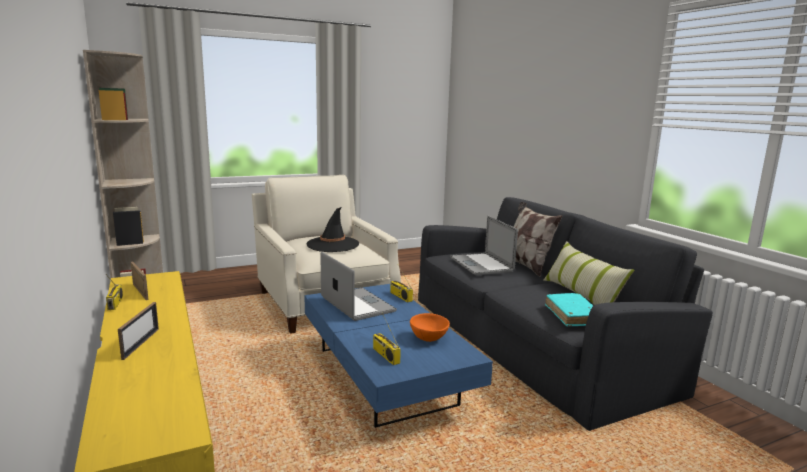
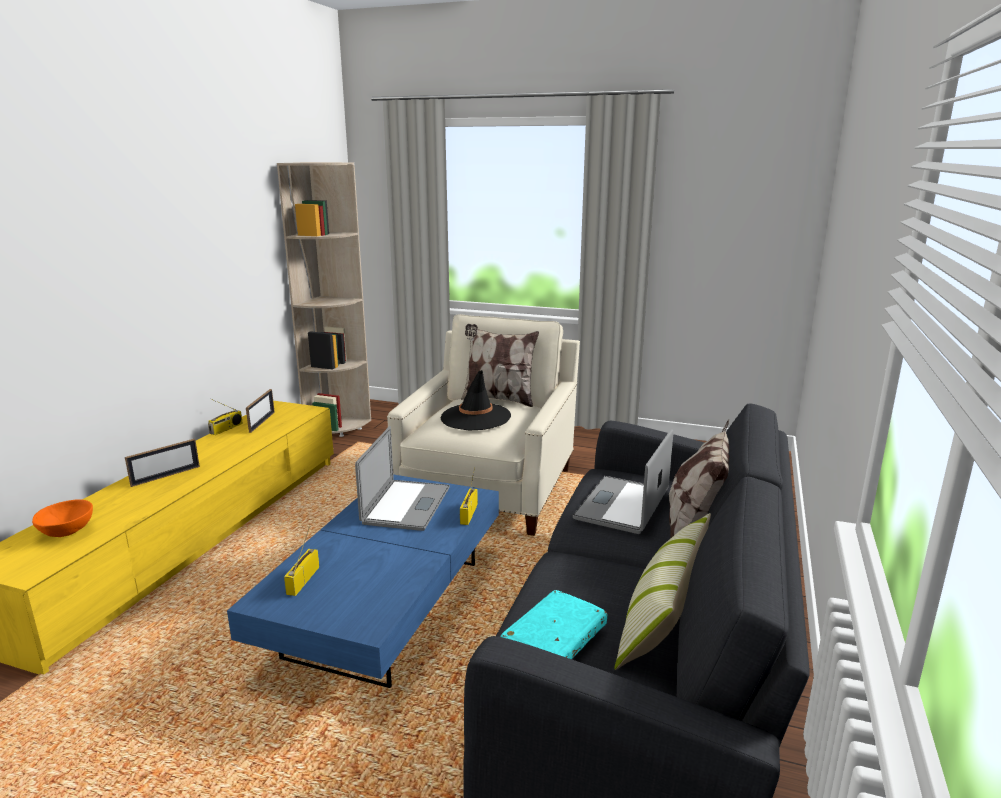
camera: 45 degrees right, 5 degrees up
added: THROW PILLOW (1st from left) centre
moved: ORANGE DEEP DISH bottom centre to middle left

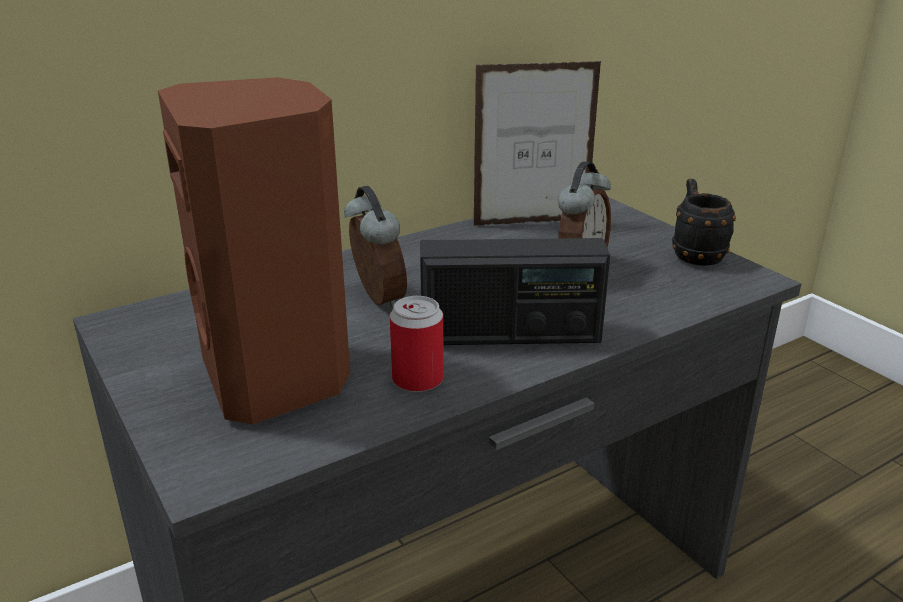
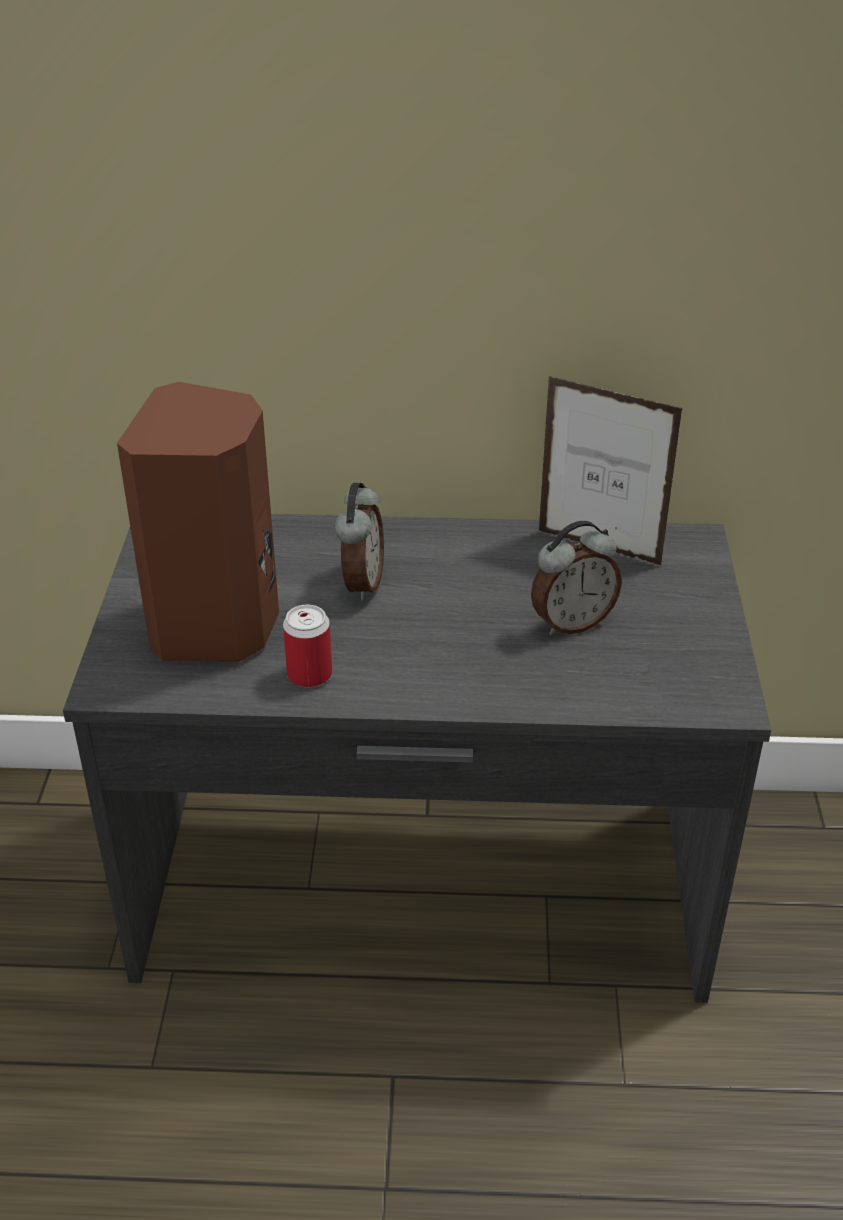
camera: 35 degrees right, 10 degrees up
removed: BLACK-COLOURED TEA MUG middle right; RADIO centre

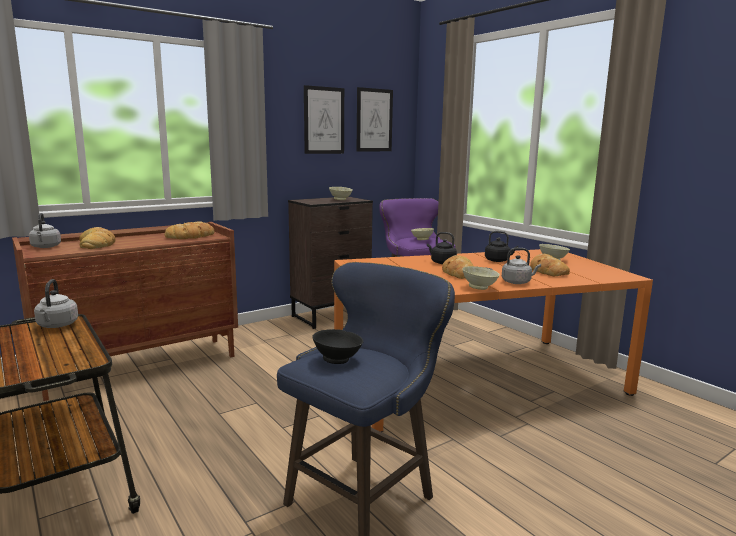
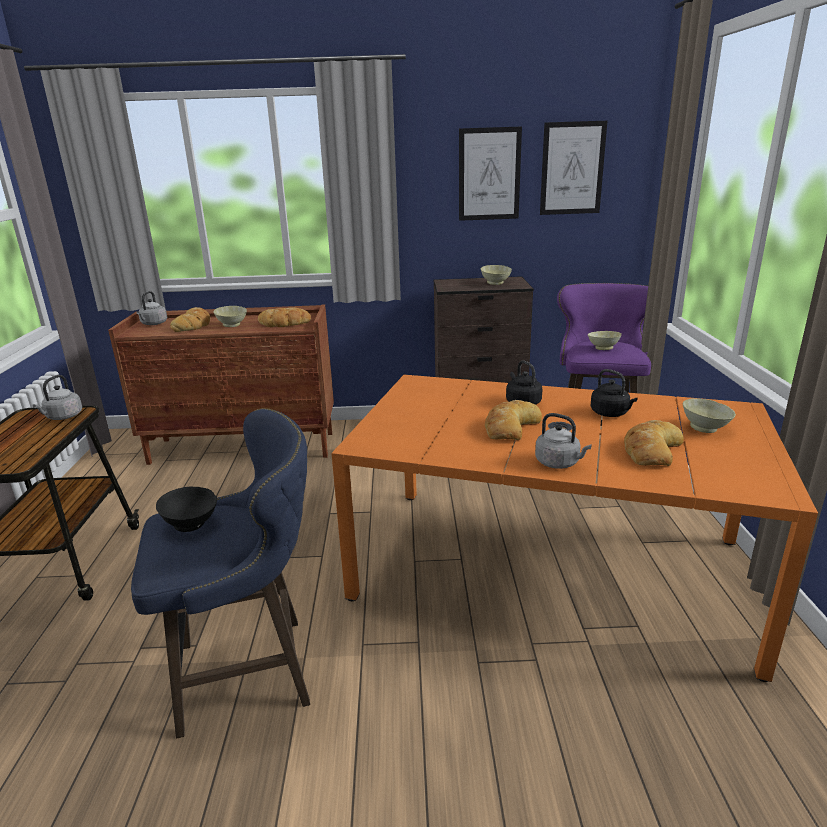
camera: 35 degrees right, 10 degrees up
moved: BEIGE-COLOURED DEEP DISH (3rd from left in the first image) centre to BEIGE-COLOURED DEEP DISH (1st from left) middle left

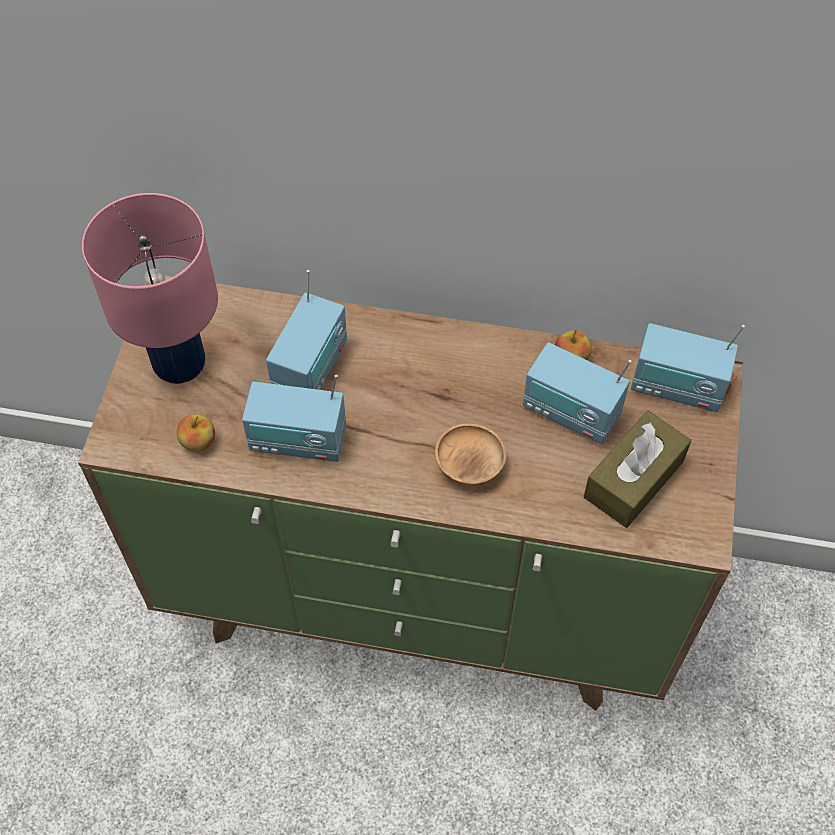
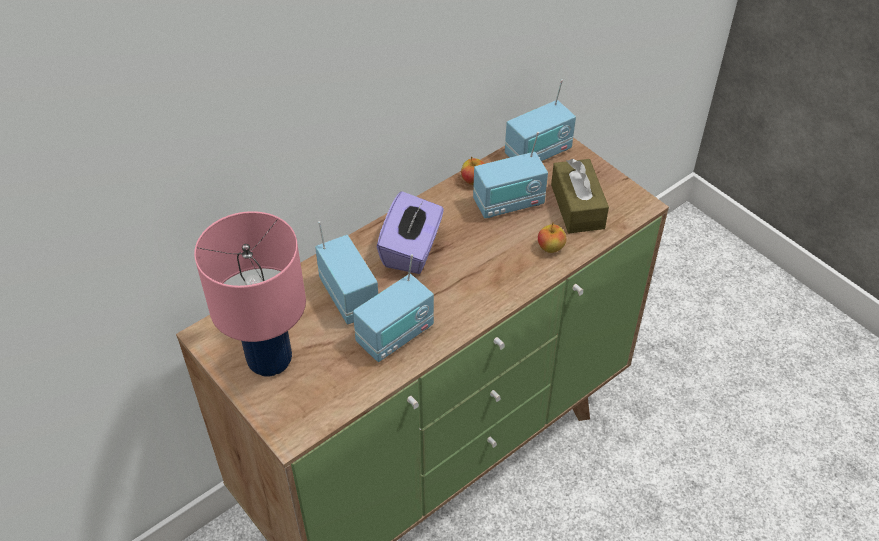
camera: 50 degrees left, 10 degrees down
removed: BROWN DEEP DISH centre
added: PURPLE-COLOURED BOX OF TISSUES centre
moved: WHOLE APPLE (1st from left in the first image) middle left to WHOLE APPLE (2nd from left) centre

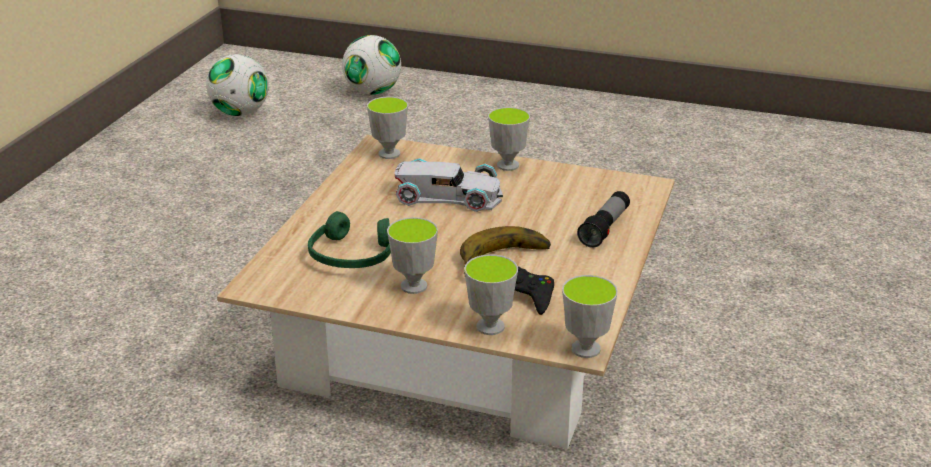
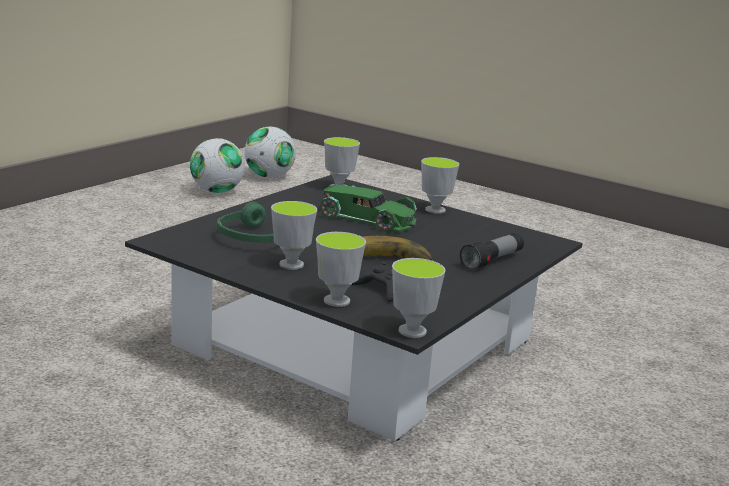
camera: 15 degrees right, 10 degrees down
moved: BALL FOR FOOTBALL (2nd from left in the first image) top centre to BALL FOR FOOTBALL (1st from left) middle left
recoloured: BEIGE-COLOURED LOW TABLE centre to BLACK-COLOURED LOW TABLE centre; WHITE MODEL CAR centre to GREENISH MODEL CAR centre

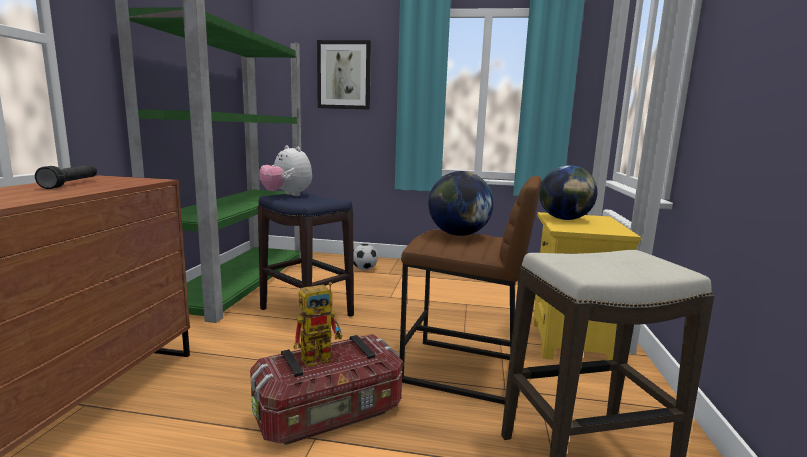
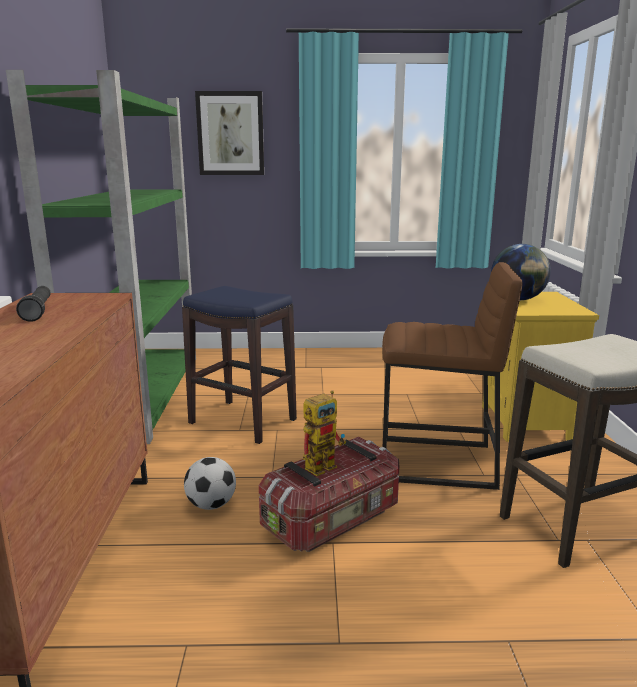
camera: 10 degrees left, 5 degrees up
removed: SOFT TOY centre; DESK GLOBE (1st from left) centre
moved: BALL FOR FOOTBALL centre to bottom left

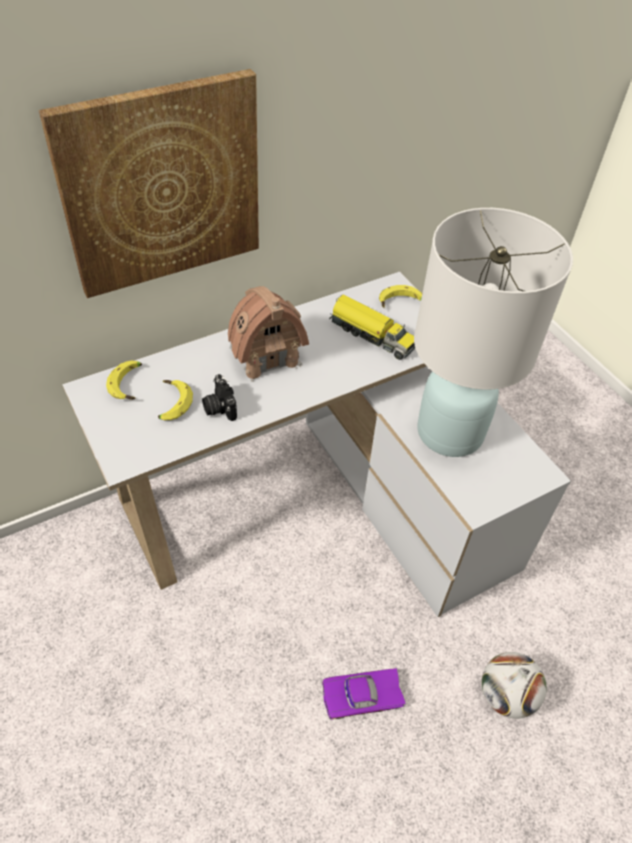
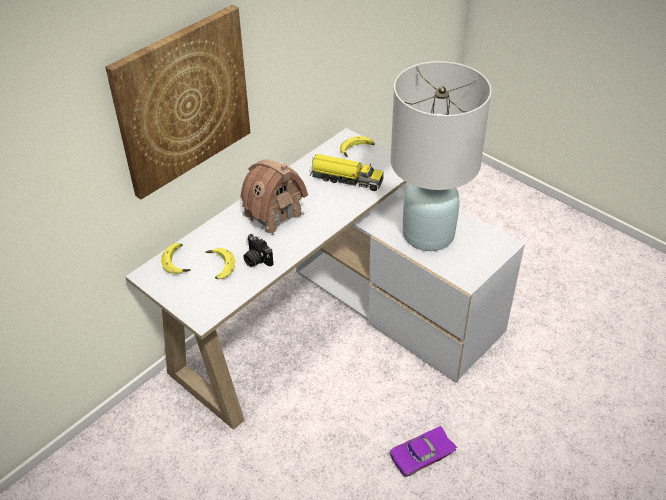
camera: 15 degrees left, 5 degrees down
removed: BALL FOR FOOTBALL bottom right

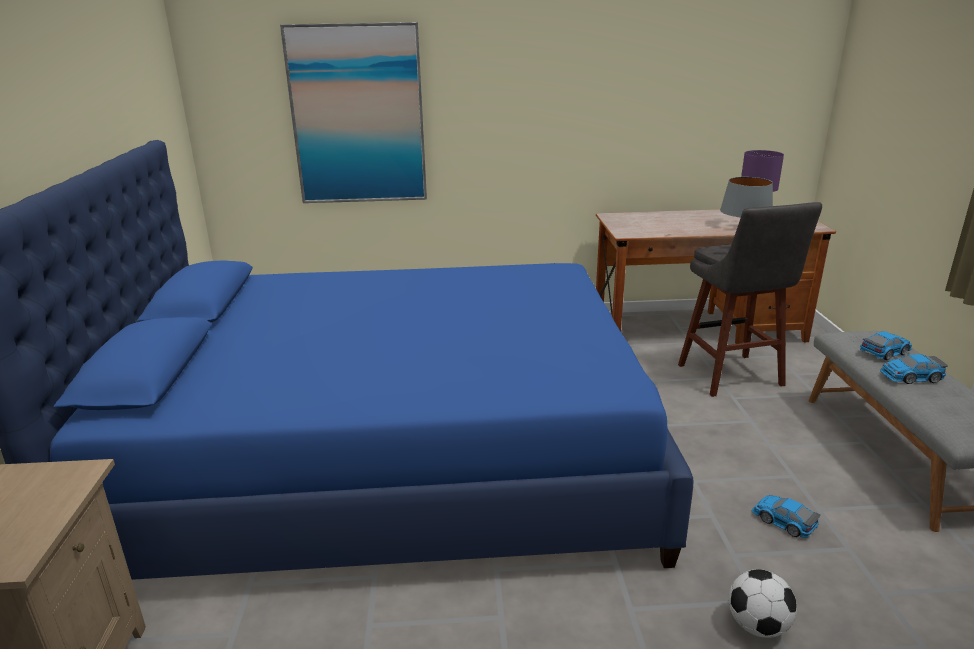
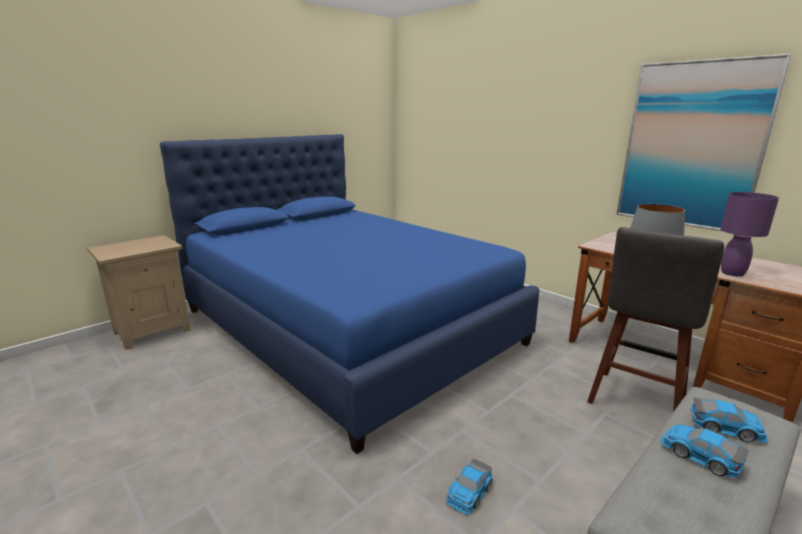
camera: 50 degrees right, 5 degrees down
removed: BALL FOR FOOTBALL bottom right
moved: PICTURE top centre to top right
turned: MODEL CAR (1st from left) bottom right = bottom centre 150 degrees counterclockwise

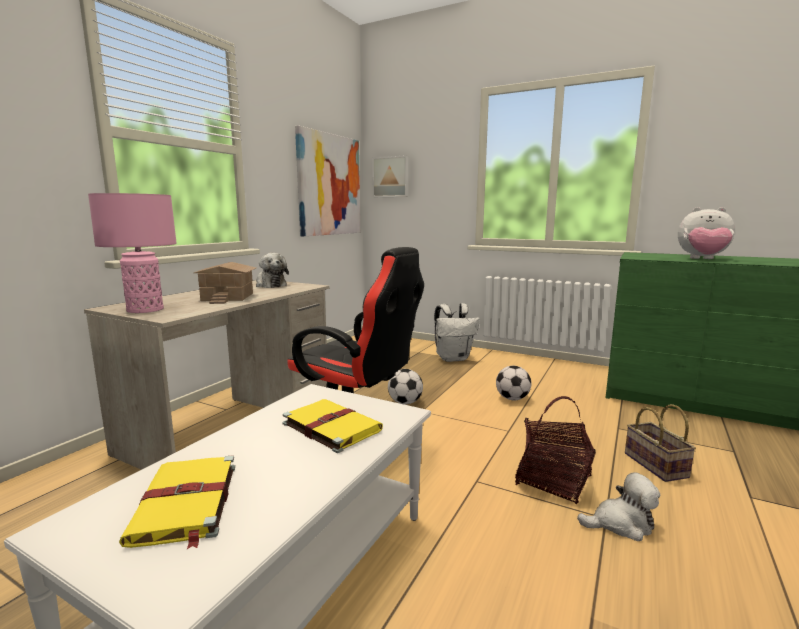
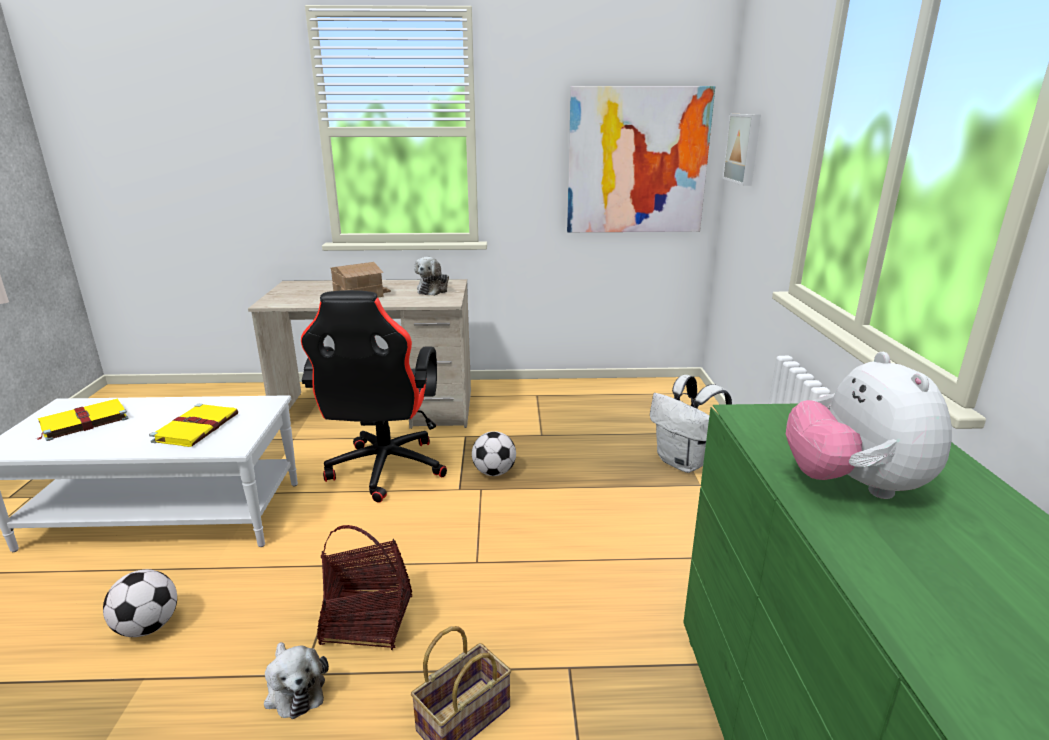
camera: 60 degrees right, 10 degrees up
removed: PINK-COLOURED TABLE LAMP middle left
moved: BALL FOR FOOTBALL (2nd from left in the first image) centre to BALL FOR FOOTBALL (1st from left) bottom left

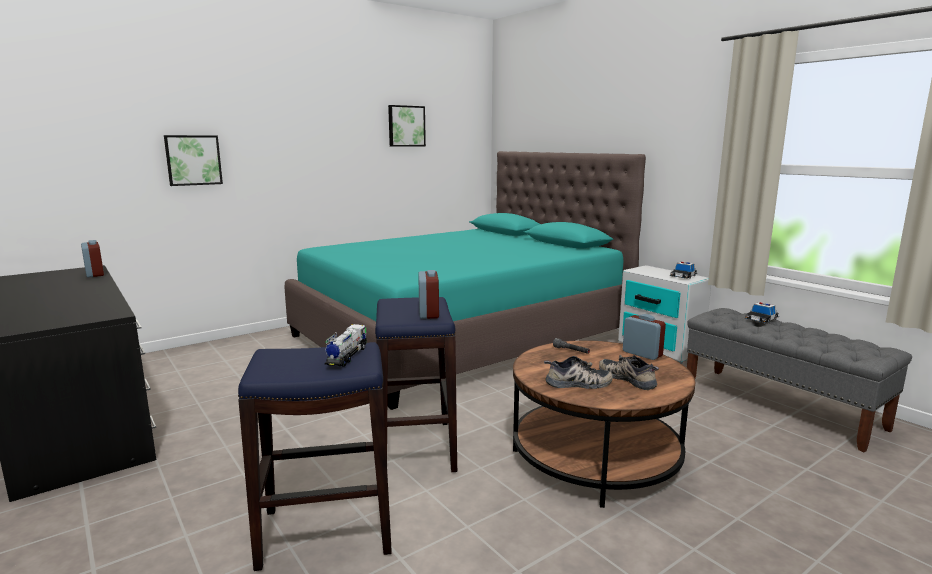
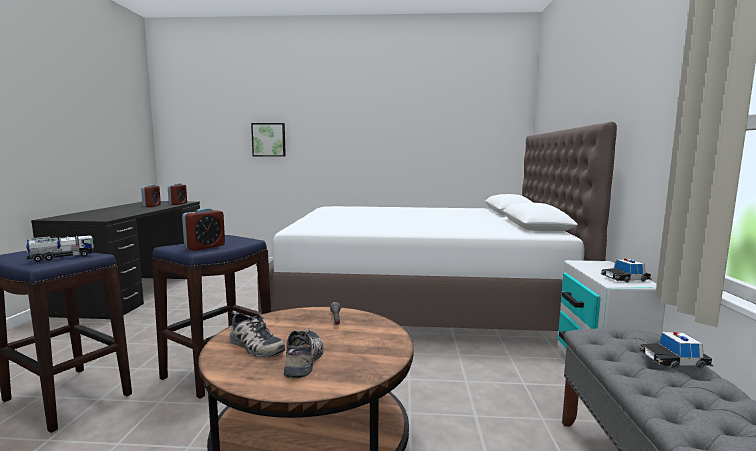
camera: 40 degrees right, 5 degrees down
removed: PICTURE (2nd from left) top centre
moved: TABLE CLOCK (3rd from left in the first image) middle right to TABLE CLOCK (1st from left) middle left
recoloured: TURQUOISE BED centre to WHITE BED centre

